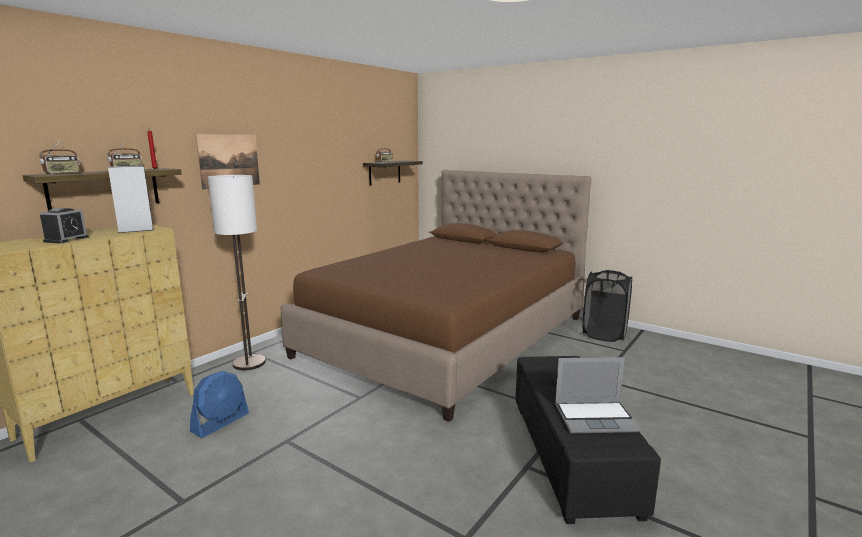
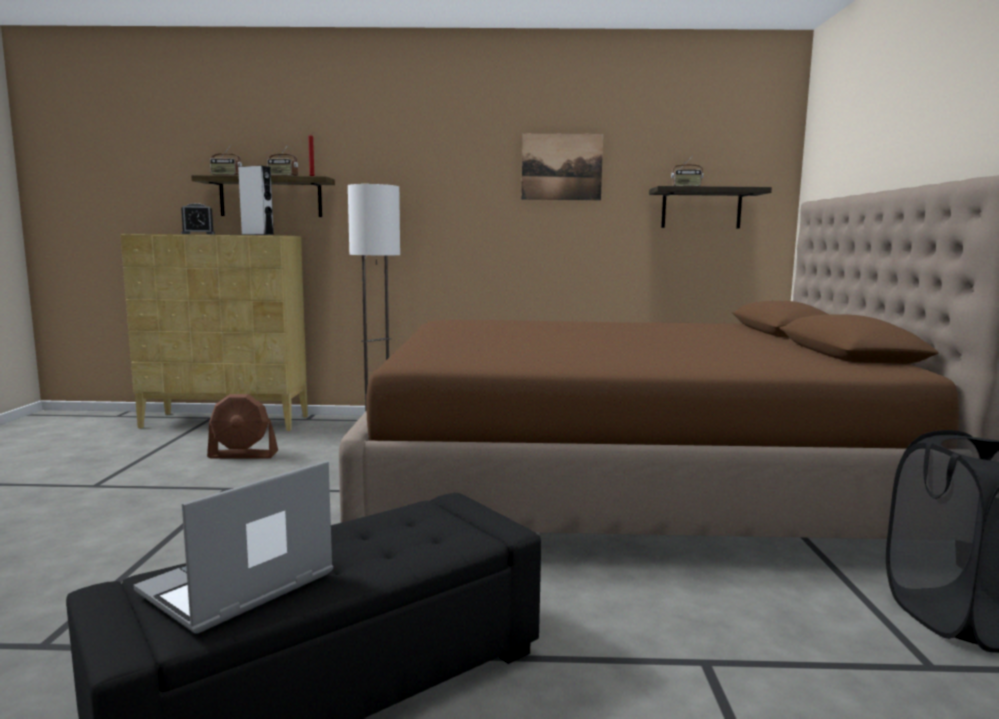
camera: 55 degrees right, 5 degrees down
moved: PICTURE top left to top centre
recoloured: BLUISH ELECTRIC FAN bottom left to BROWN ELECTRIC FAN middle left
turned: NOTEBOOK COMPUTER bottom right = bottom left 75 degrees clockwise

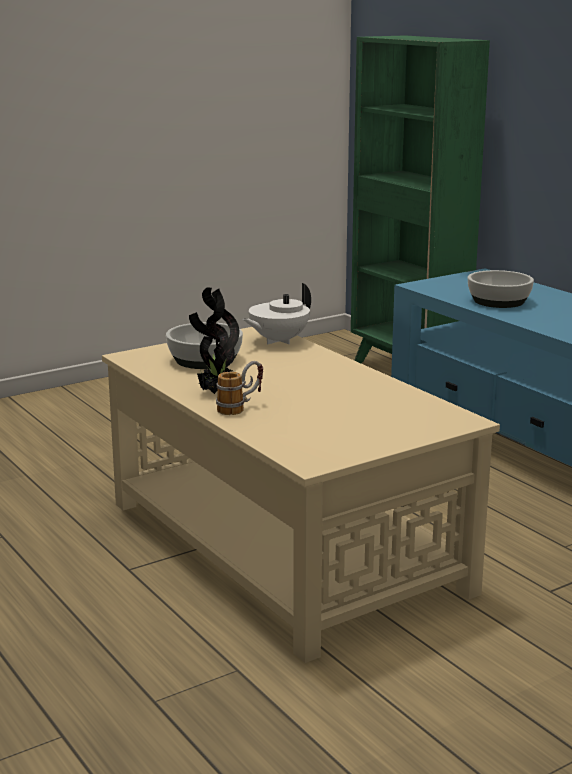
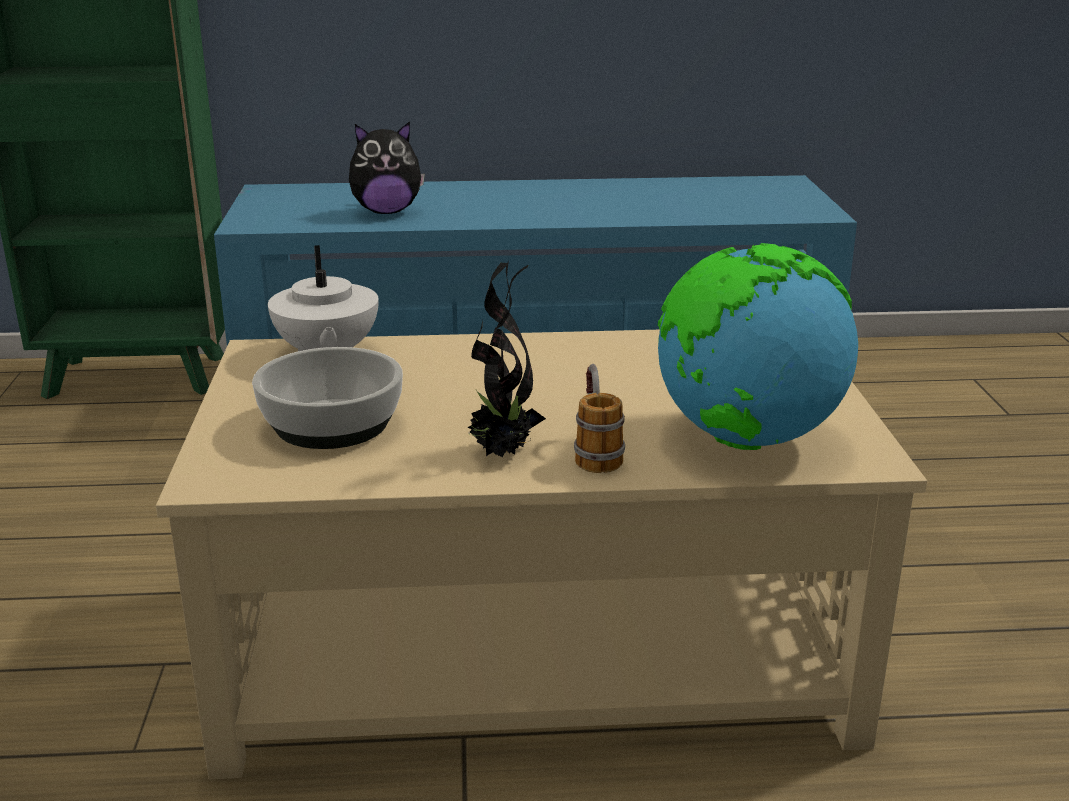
camera: 60 degrees left, 5 degrees up
added: DESK GLOBE middle right
replaced: DEEP DISH (2nd from left) middle right to SOFT TOY top centre

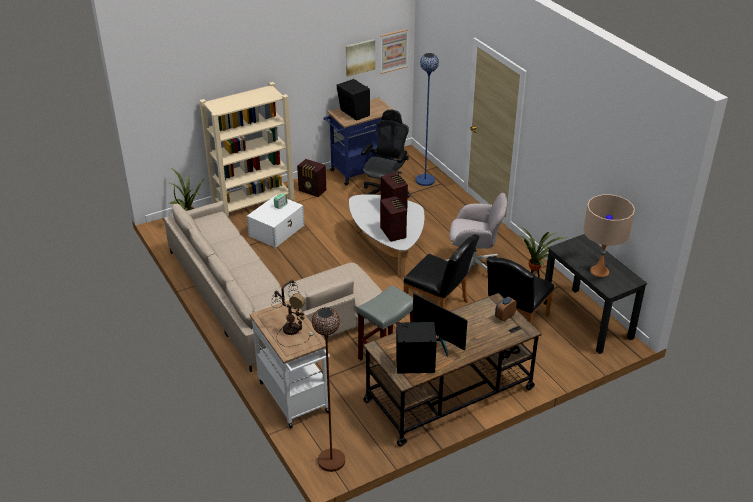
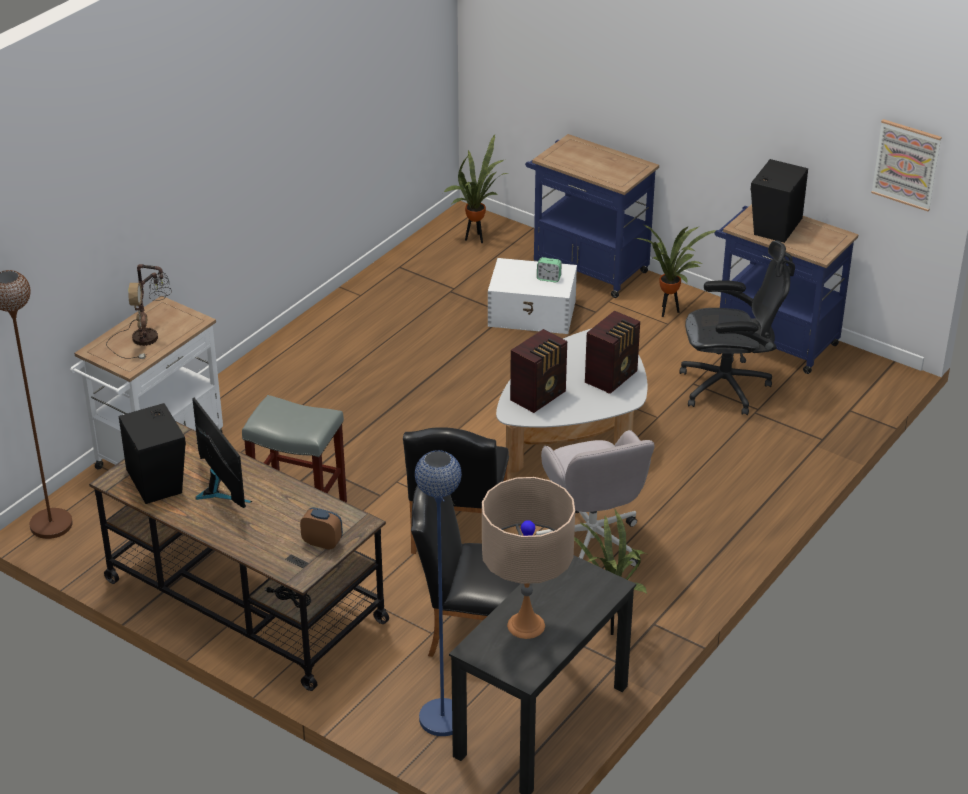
camera: 65 degrees right, 0 degrees up
removed: PICTURE (1st from left) top centre; BEIGE-COLOURED SOFA centre
moved: BLUISH FLOOR LAMP top centre to bottom centre
replaced: BEIGE-COLOURED BOOKSHELF top left to BLUISH CART (1st from left) top centre; RADIO (1st from left) centre to PLANT IN A POT (3rd from left) middle right
turned: MONITOR centre = middle left 135 degrees clockwise

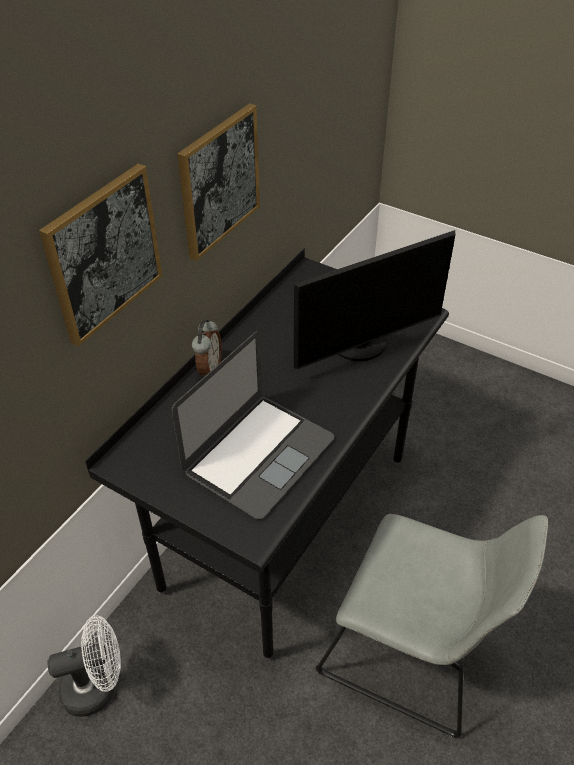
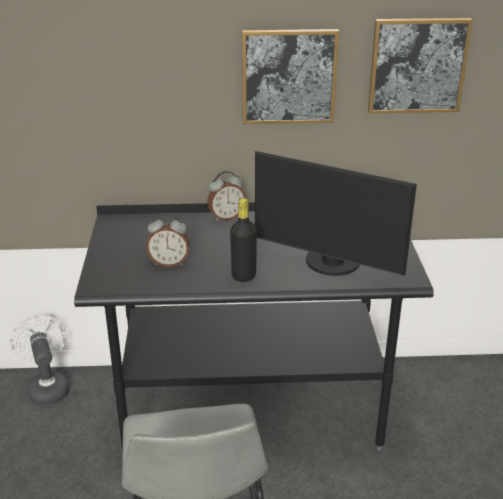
camera: 55 degrees right, 15 degrees down
added: BLACK-COLOURED DRINK BOTTLE centre
moved: PICTURE (1st from left in the first image) middle left to PICTURE (2nd from left) top right
replaced: NOTEBOOK COMPUTER centre to TABLE CLOCK (1st from left) centre
turned: WHITE ELECTRIC FAN bottom left = bottom left 150 degrees counterclockwise

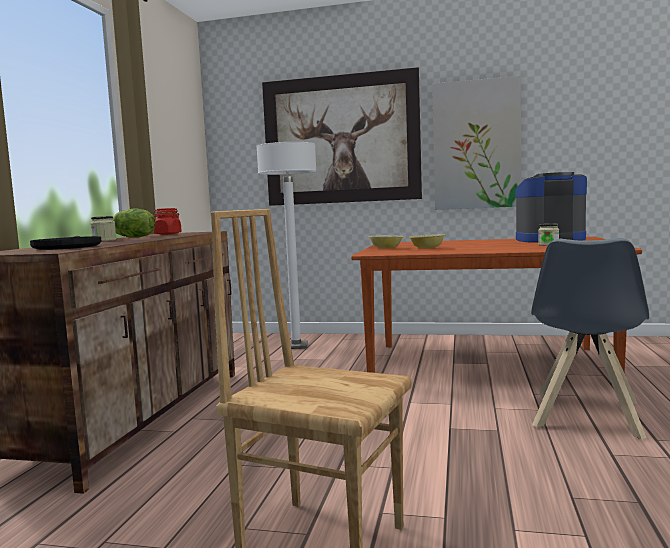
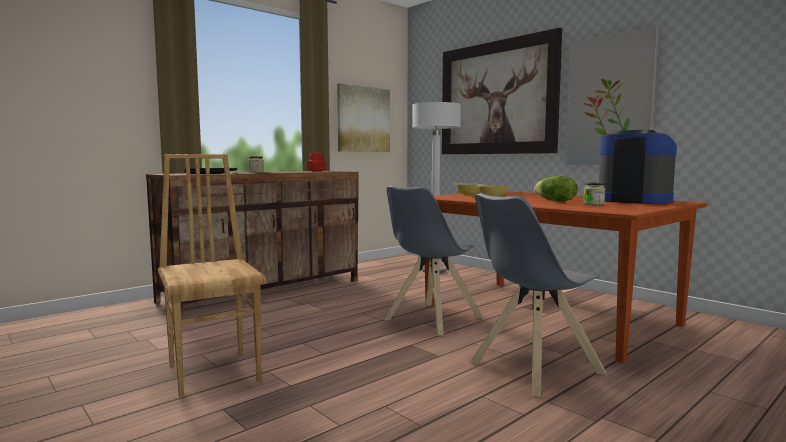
camera: 35 degrees right, 0 degrees up
added: PICTURE (1st from left) top centre; GREY CHAIR (1st from left) centre
moved: LETTUCE HEAD middle left to middle right

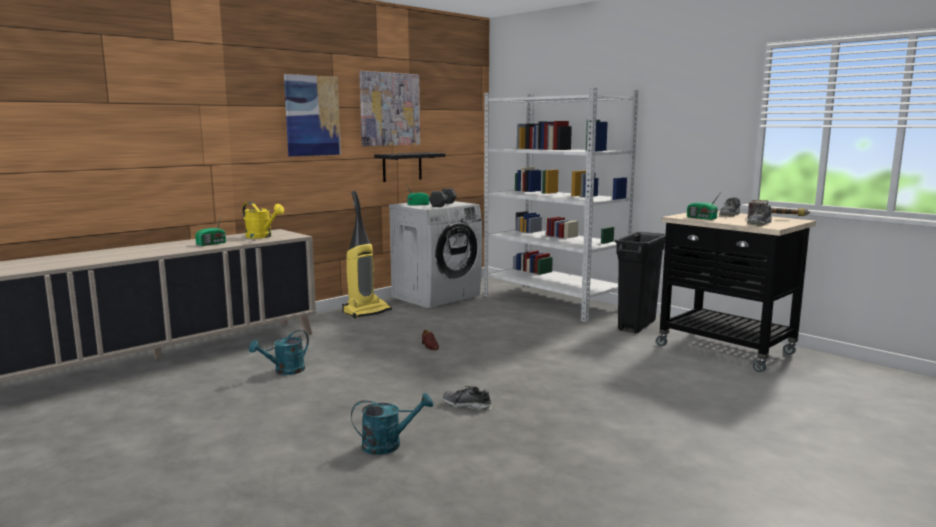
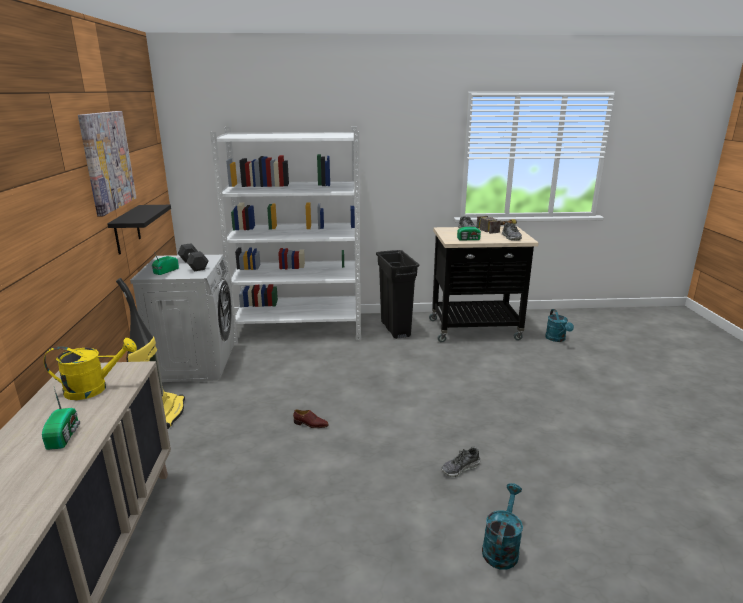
camera: 50 degrees left, 10 degrees up
removed: PICTURE (1st from left) top centre
moved: TURQUOISE WATERING POT (1st from left in the first image) bottom left to TURQUOISE WATERING POT (2nd from left) middle right

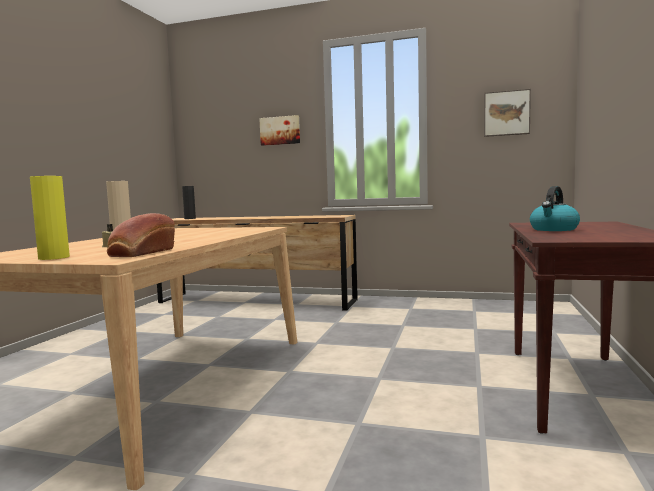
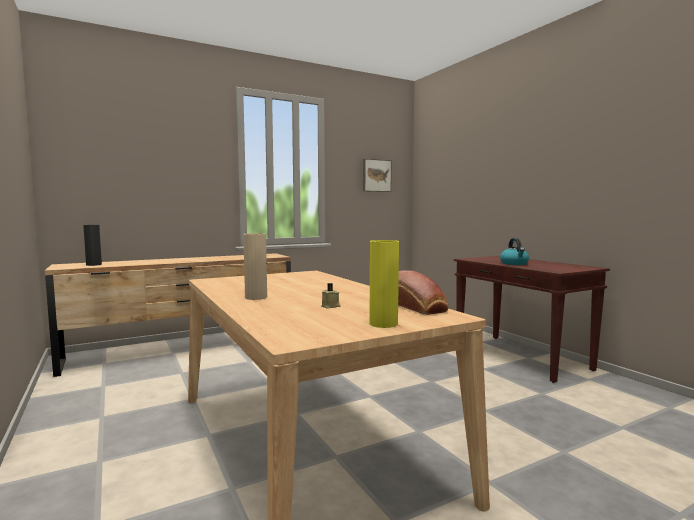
camera: 45 degrees left, 0 degrees up
removed: PICTURE (1st from left) top centre

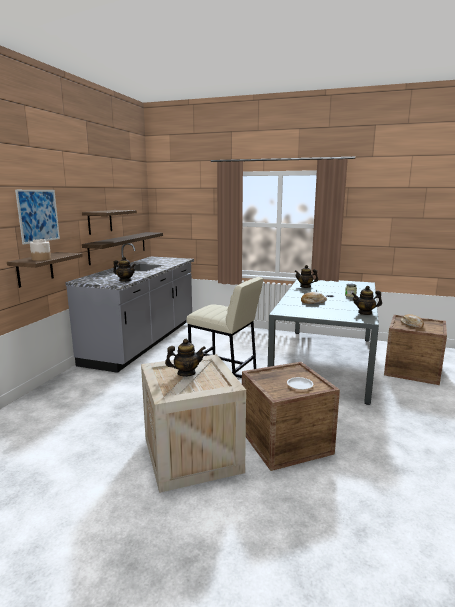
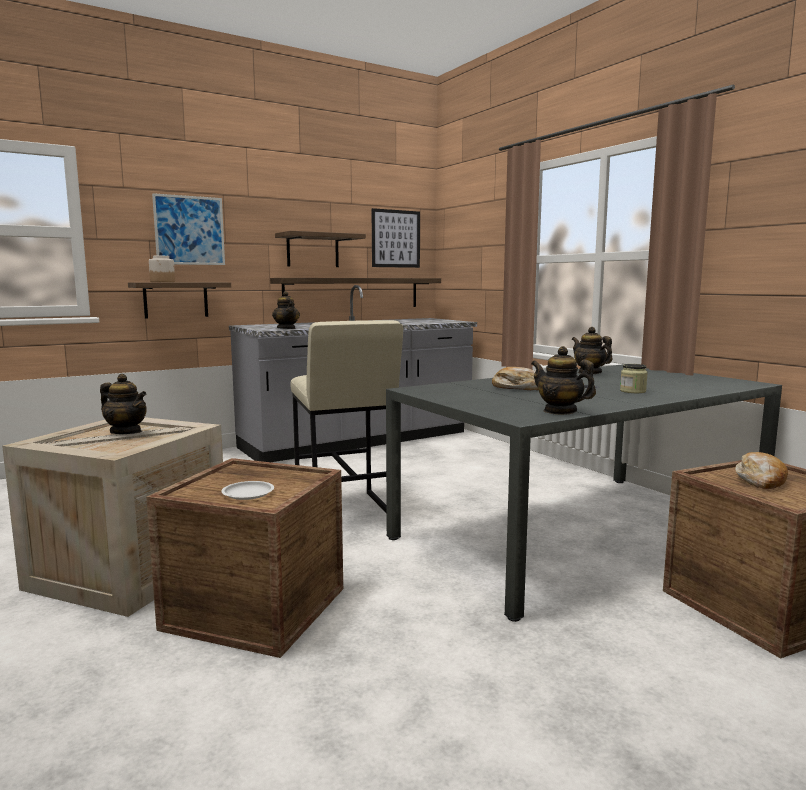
camera: 40 degrees right, 5 degrees down
added: PICTURE (2nd from left) top centre

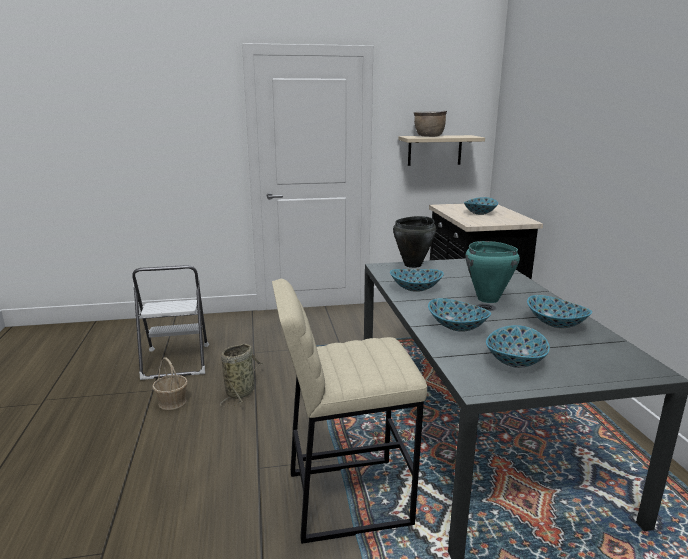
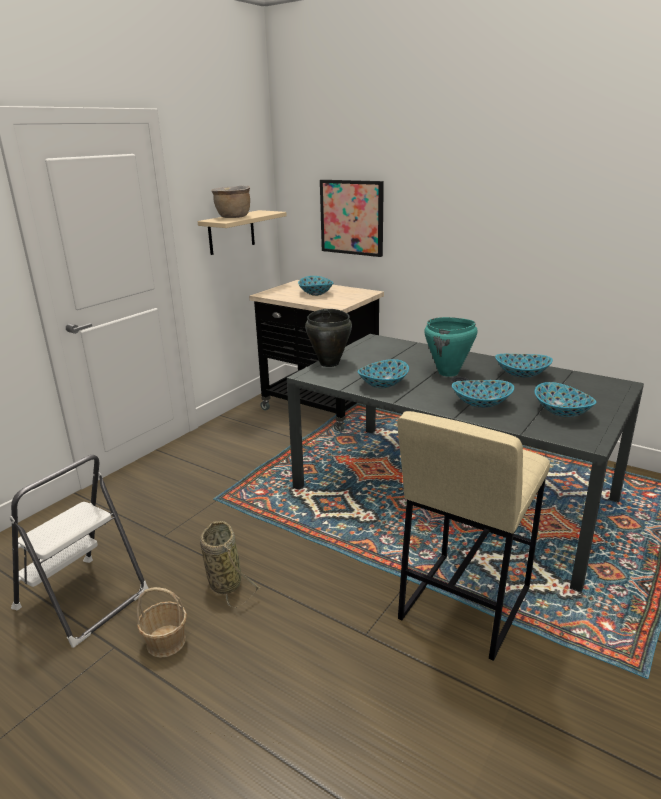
camera: 45 degrees left, 5 degrees up
added: PICTURE top centre

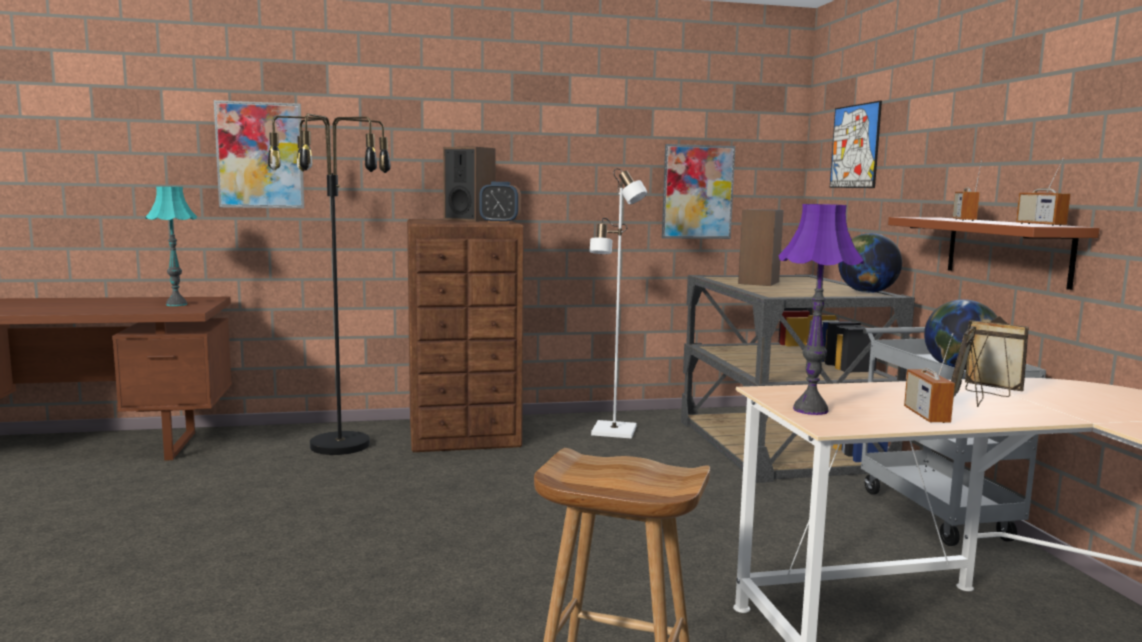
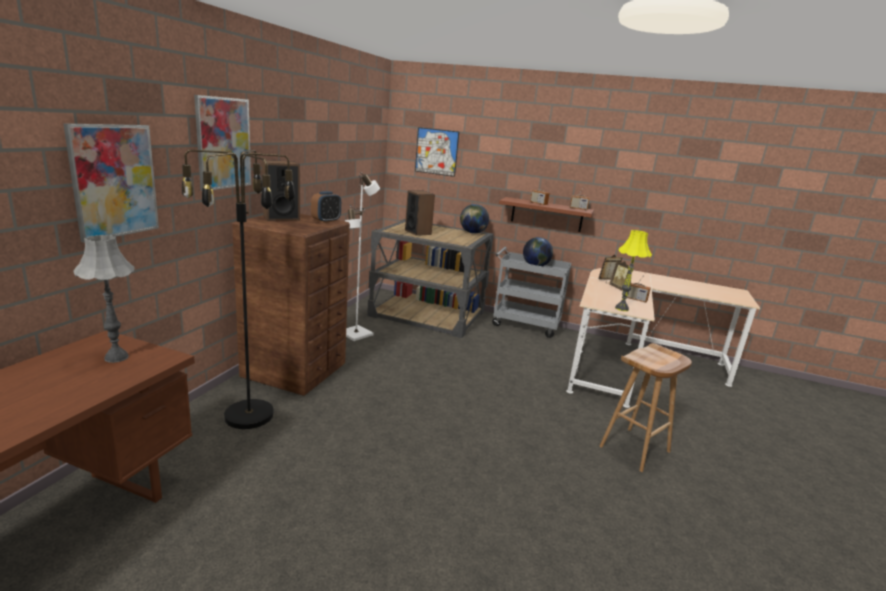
camera: 60 degrees left, 10 degrees up
moved: PICTURE (2nd from left) top centre to top left
recoloured: TURQUOISE TABLE LAMP middle left to GREY TABLE LAMP middle left; PURPLE-COLOURED TABLE LAMP middle right to YELLOWISH TABLE LAMP middle right

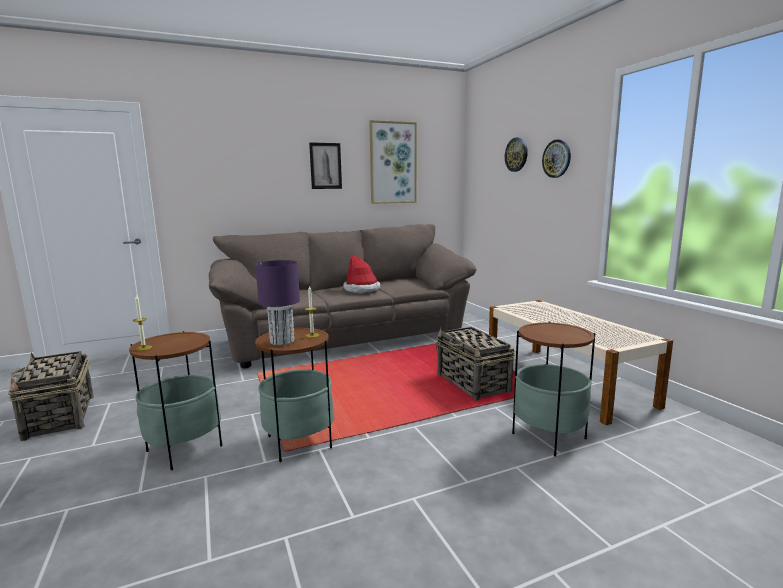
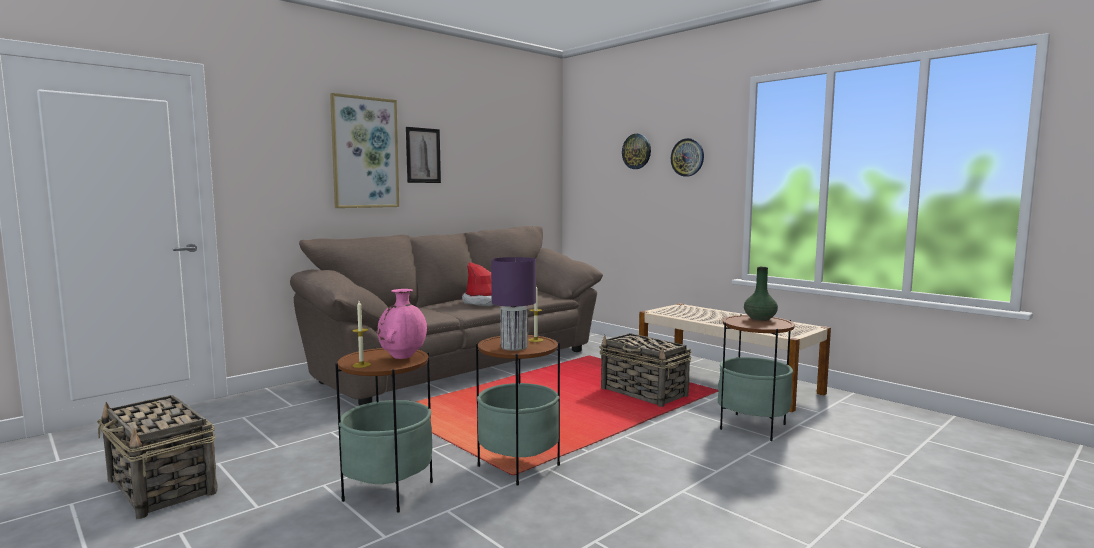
camera: 20 degrees left, 5 degrees down
added: GREENISH FLOWER VASE middle right; PINK-COLOURED FLOWER VASE centre
moved: PICTURE (2nd from left in the first image) top centre to PICTURE (1st from left) top left

